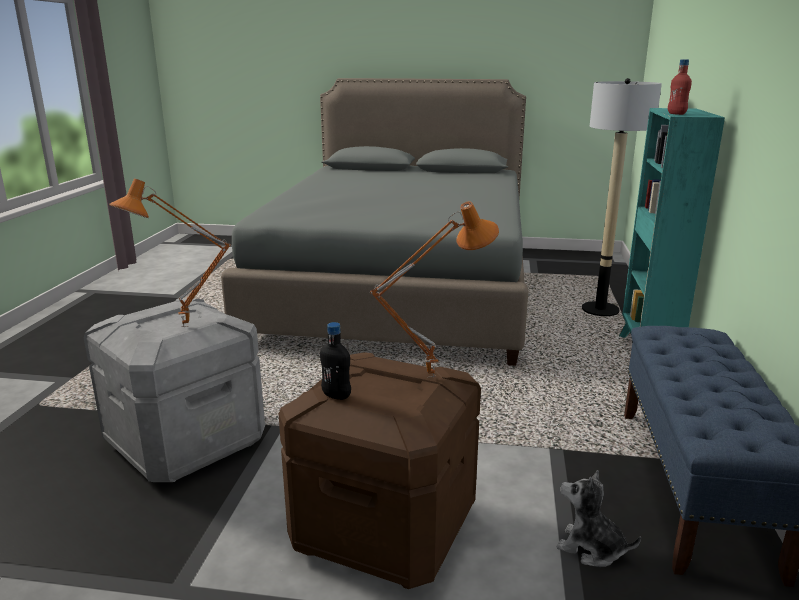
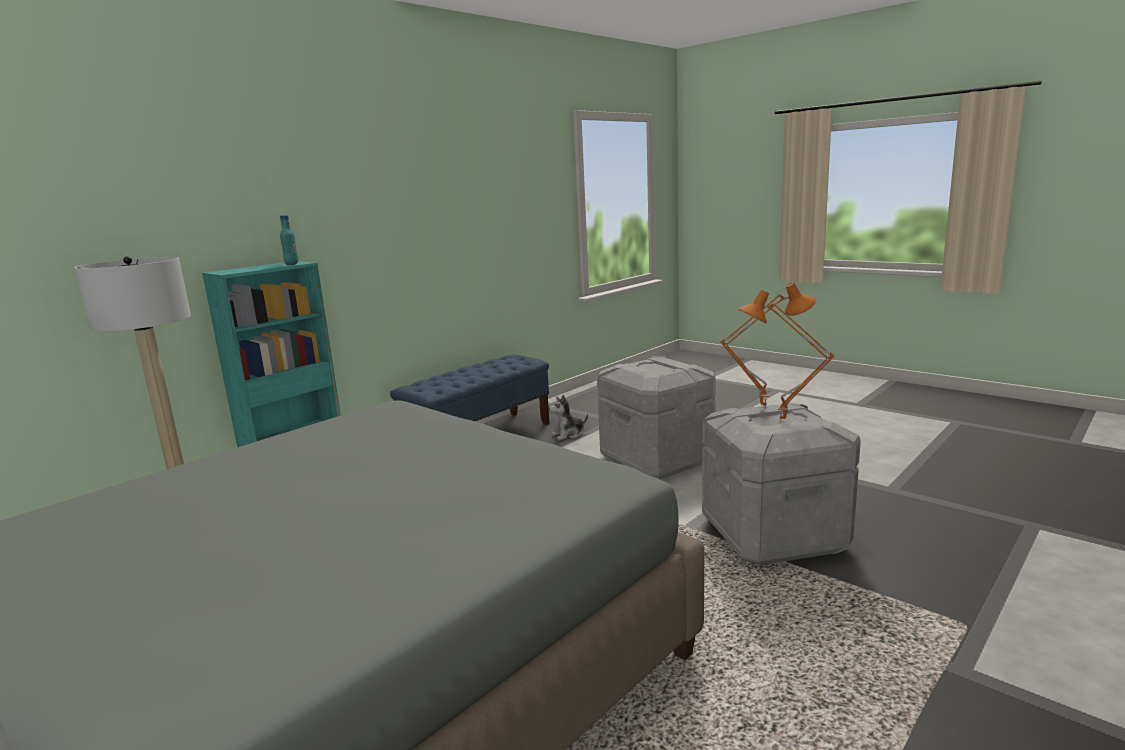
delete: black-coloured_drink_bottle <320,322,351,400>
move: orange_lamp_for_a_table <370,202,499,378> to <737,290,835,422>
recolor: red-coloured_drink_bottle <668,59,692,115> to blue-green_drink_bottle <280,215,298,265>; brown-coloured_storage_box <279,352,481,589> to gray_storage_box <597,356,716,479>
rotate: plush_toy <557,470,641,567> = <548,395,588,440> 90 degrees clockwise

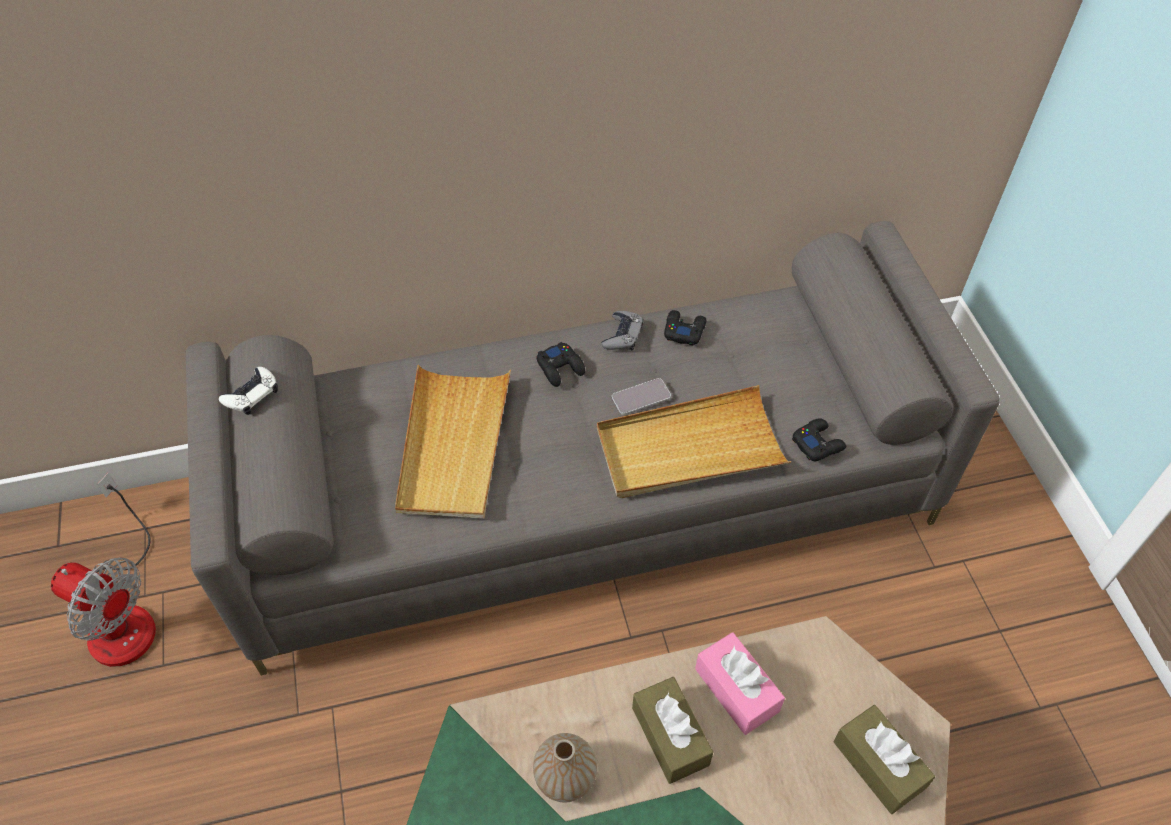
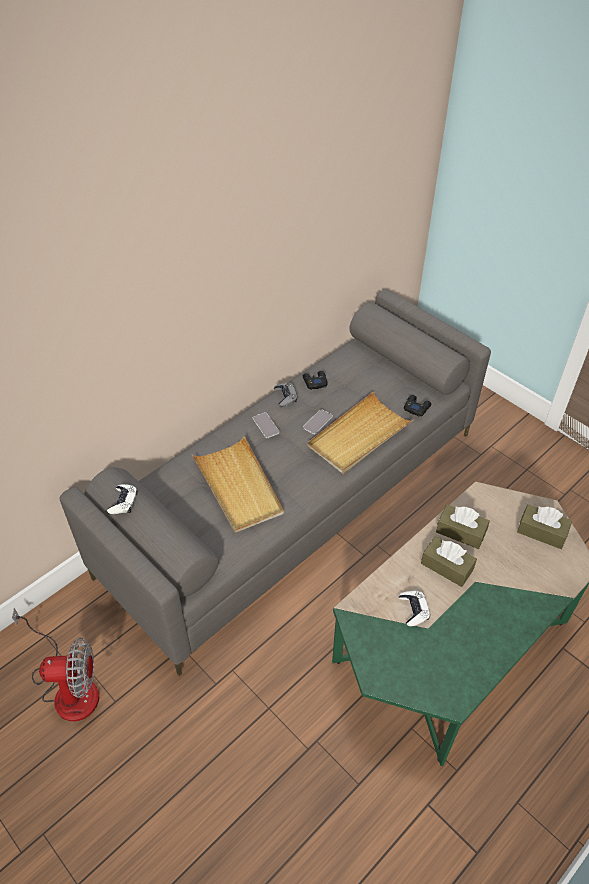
replace: black-coloured_joypad <536,342,585,387> to phone <253,412,280,438>; vase <533,733,597,802> to white_joypad <399,591,430,626>
recolor: pink-coloured_box_of_tissues <695,632,785,735> to brown-coloured_box_of_tissues <436,504,490,549>

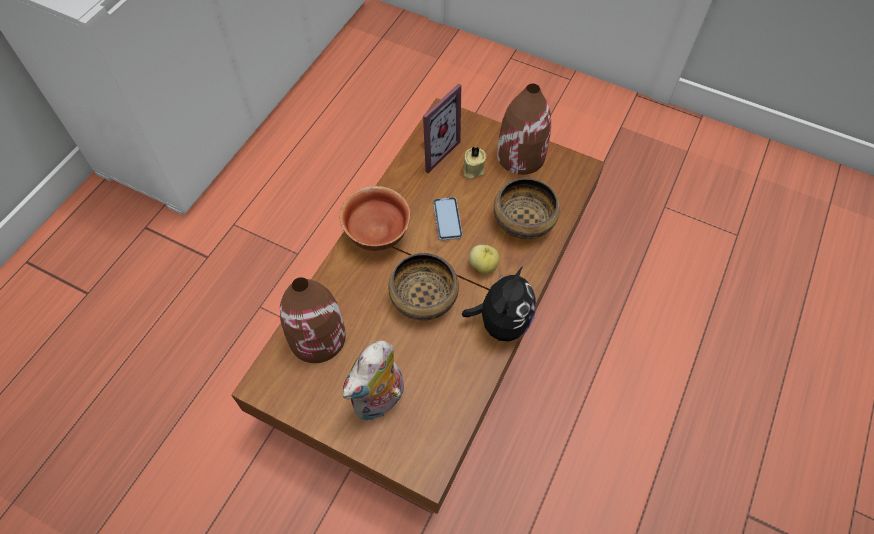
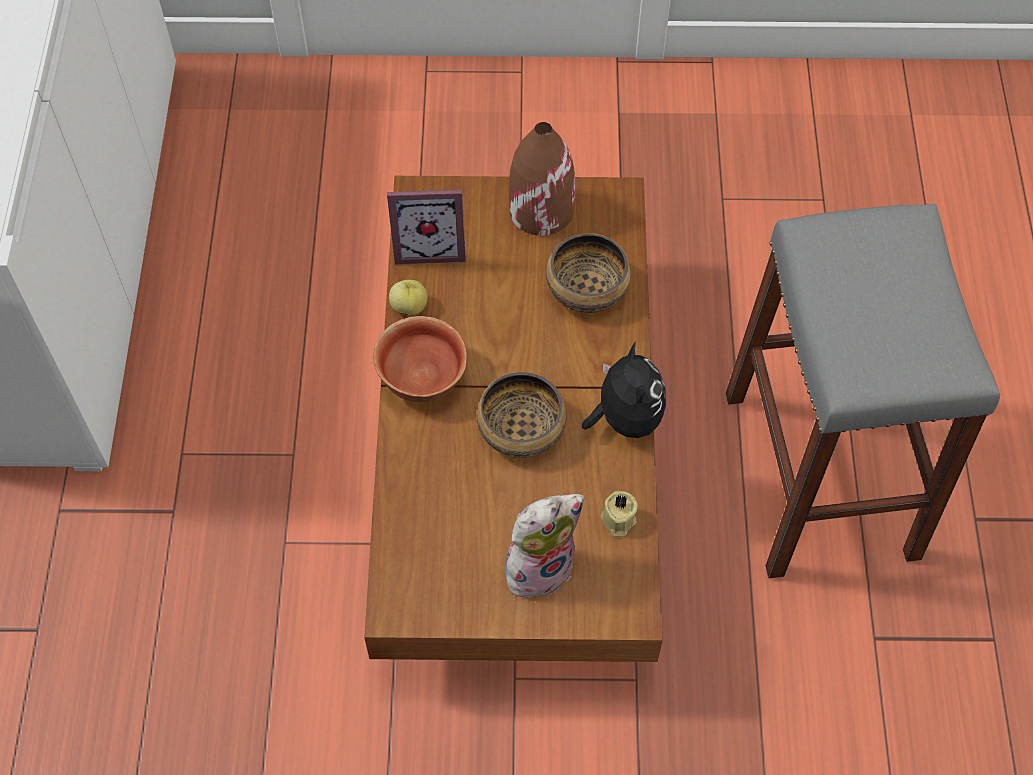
delete: brown-coloured_vase <280,277,346,363>; phone <433,197,463,240>
insert: gray_stool <726,204,1000,578>
move: whole_apple <469,245,499,274> to <389,280,428,316>; sand-coloured_candle <463,146,486,179> to <601,491,638,538>
rotate: picture_frame <423,84,461,173> = <387,190,466,264> 75 degrees clockwise; plush_toy <343,341,404,421> = <506,494,585,598> 135 degrees counterclockwise

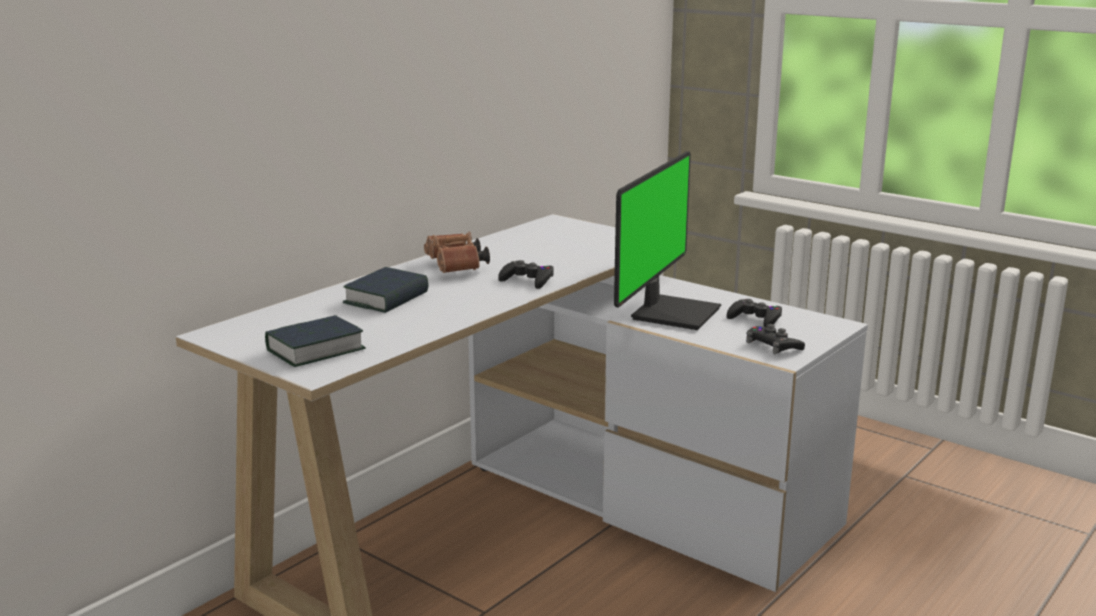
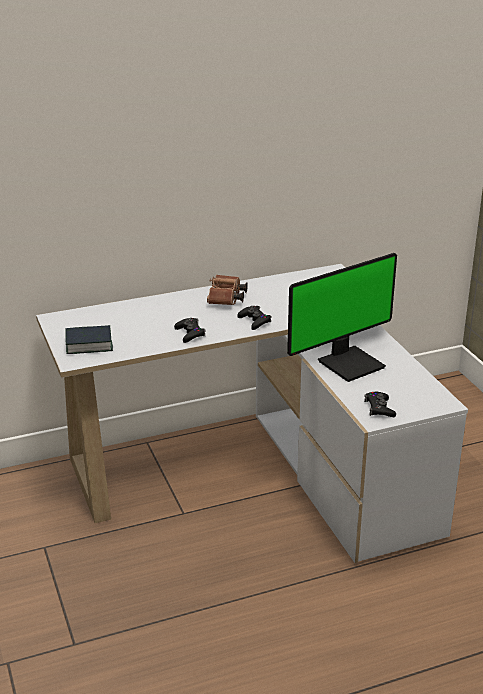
delete: bound_book <343,267,429,313>
move: black-coloured_joypad <727,299,782,327> to <174,318,206,343>

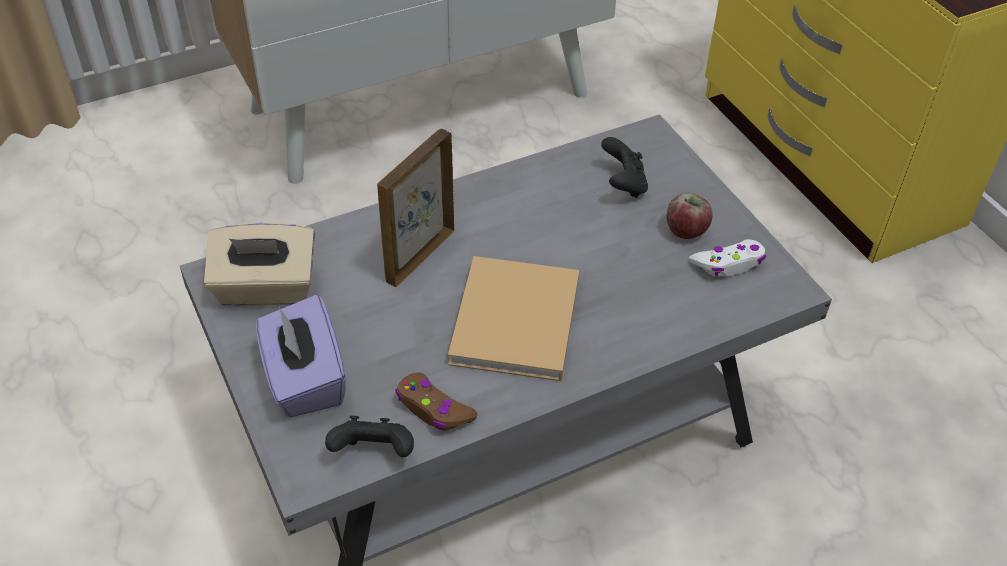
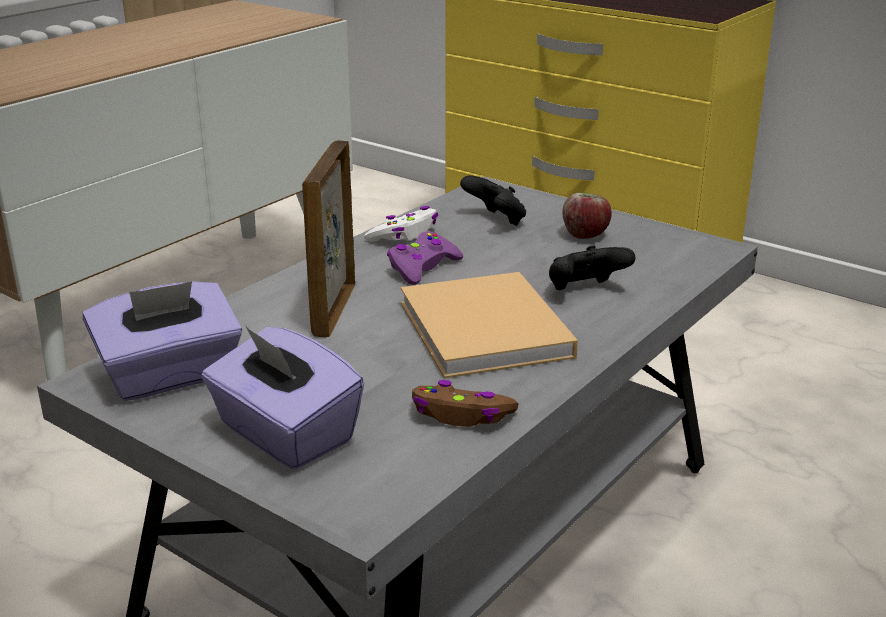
insert: purple-coloured_joypad <387,231,463,285>
move: white_joypad <689,239,766,276> to <364,206,438,242>; black-coloured_joypad <325,416,414,457> to <549,245,636,290>
recolor: sand-coloured_box_of_tissues <204,222,315,306> to purple-coloured_box_of_tissues <83,281,242,401>

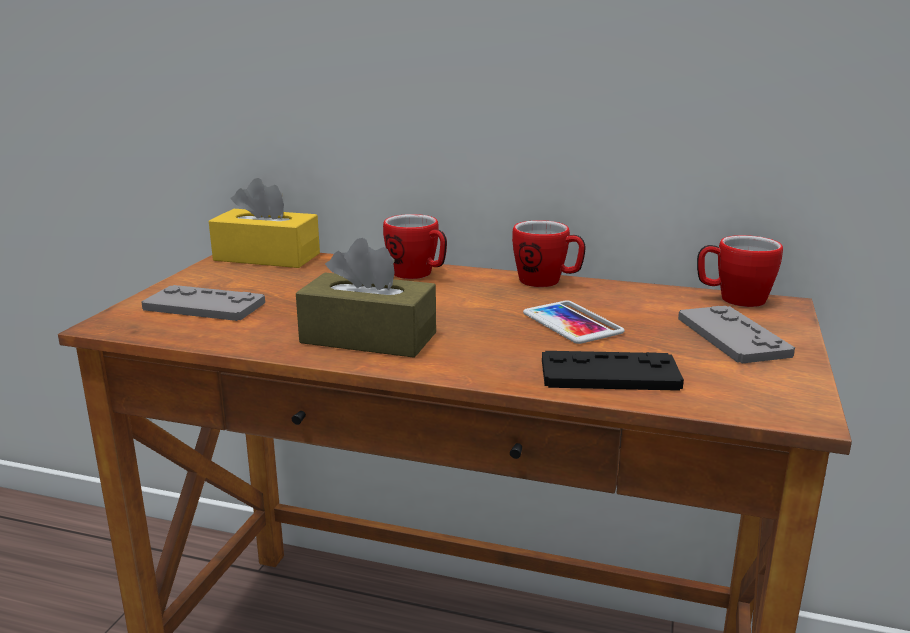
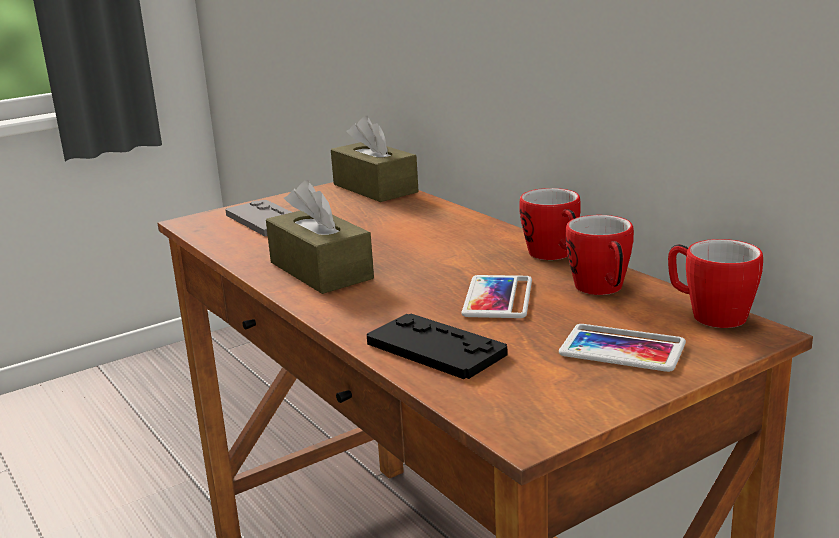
move: mug <383,214,447,279> to <566,215,634,295>
replace: gray_joypad <678,306,795,364> to phone <559,324,686,372>
recolor: yellow_box_of_tissues <209,178,320,268> to brown-coloured_box_of_tissues <331,116,418,202>

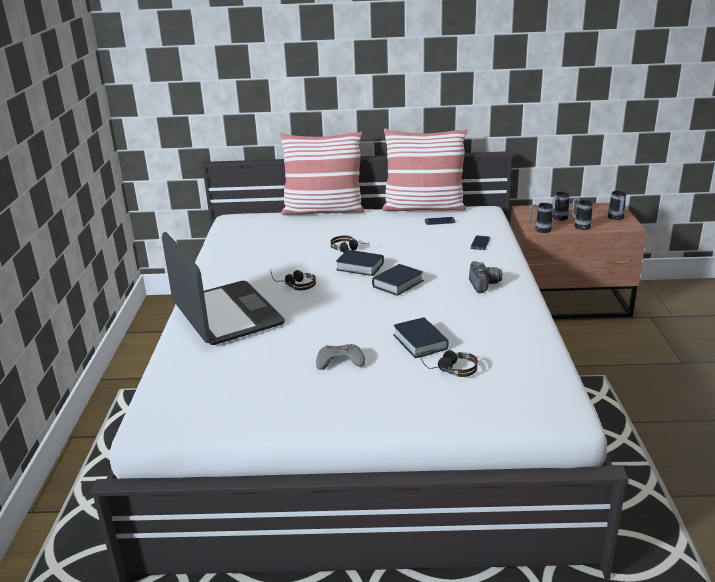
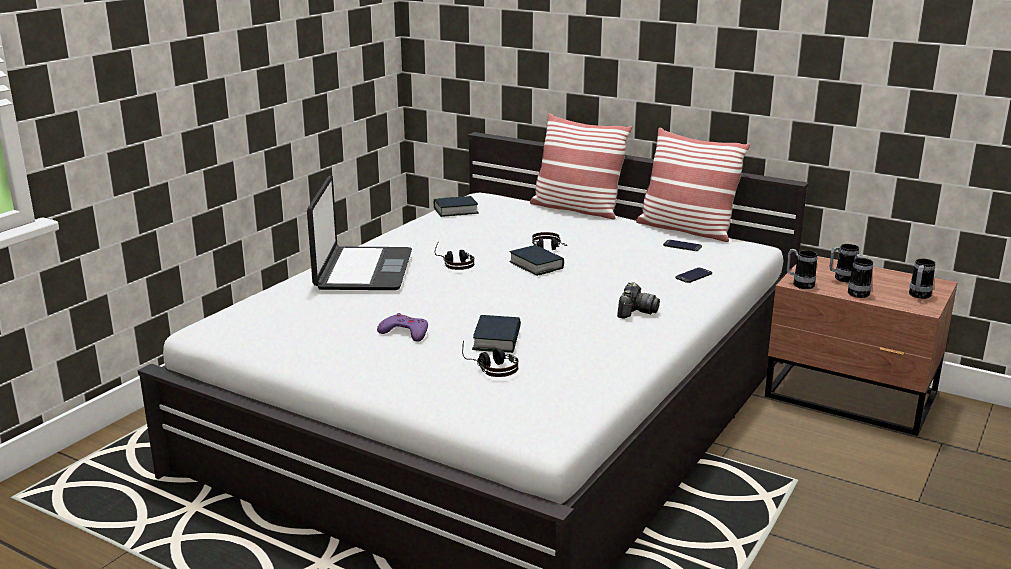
move: bound_book <372,264,424,296> to <434,196,479,217>
recolor: gray_joypad <316,344,365,370> to purple-coloured_joypad <377,313,428,342>

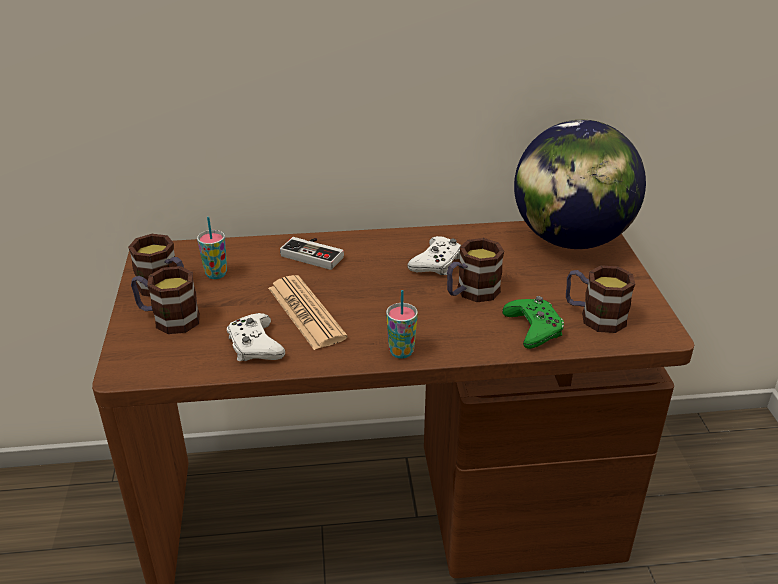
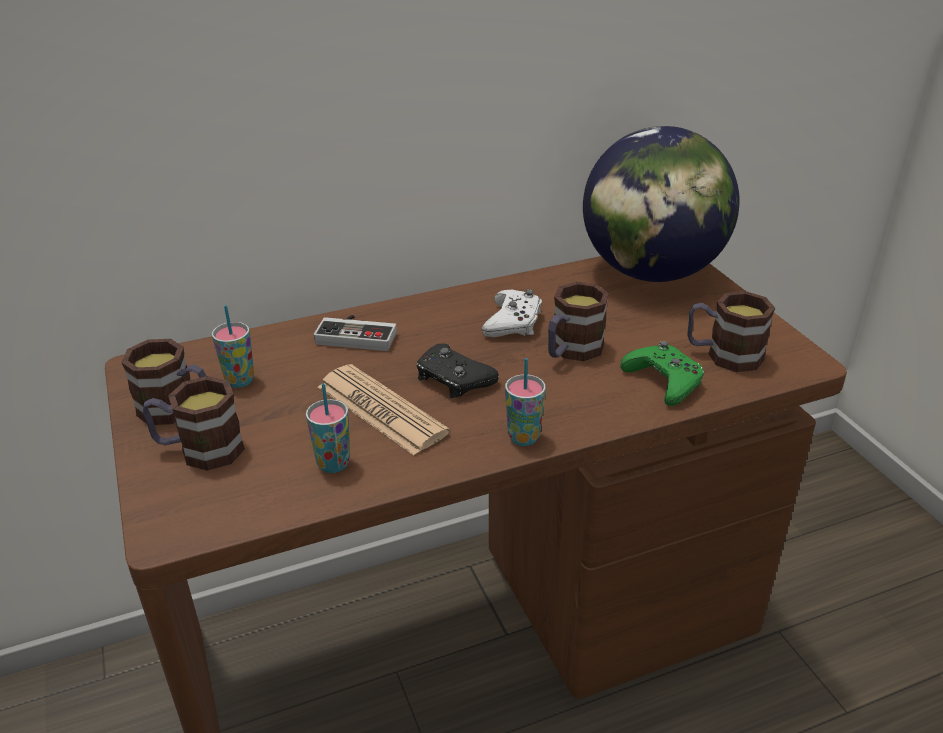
insert: black-coloured_joypad <417,343,499,398>
replace: white_joypad <227,313,285,362> to small_cup <306,383,350,473>

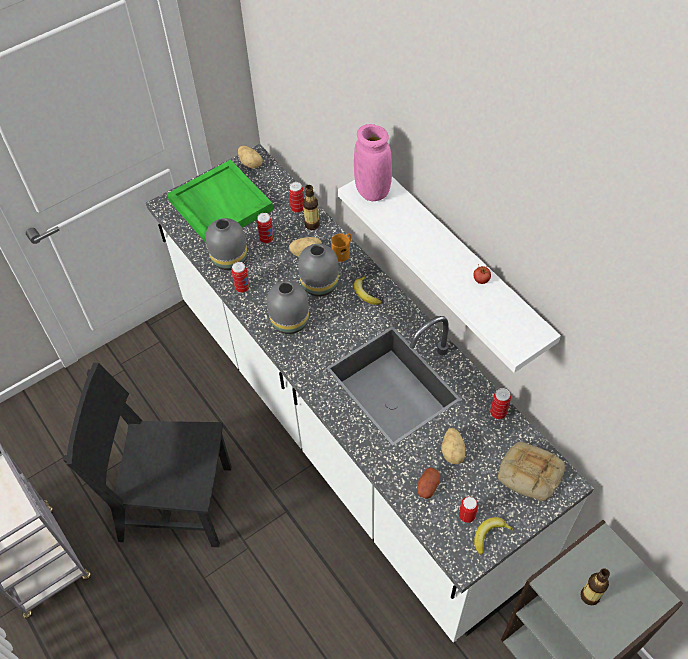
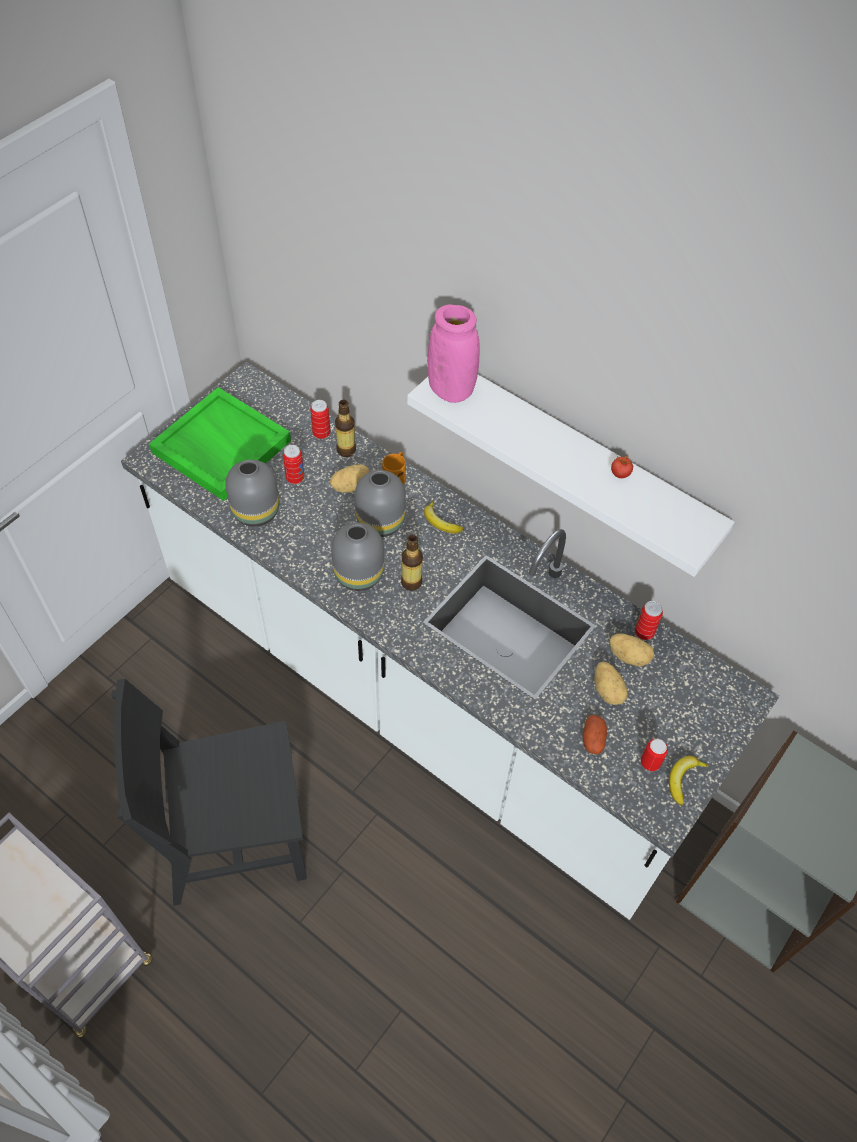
delete: can <231,262,250,293>; baked_bread <498,442,565,501>
move: drink_bottle <581,568,610,605> to <401,535,423,591>; potato <238,146,263,168> to <609,633,654,666>

